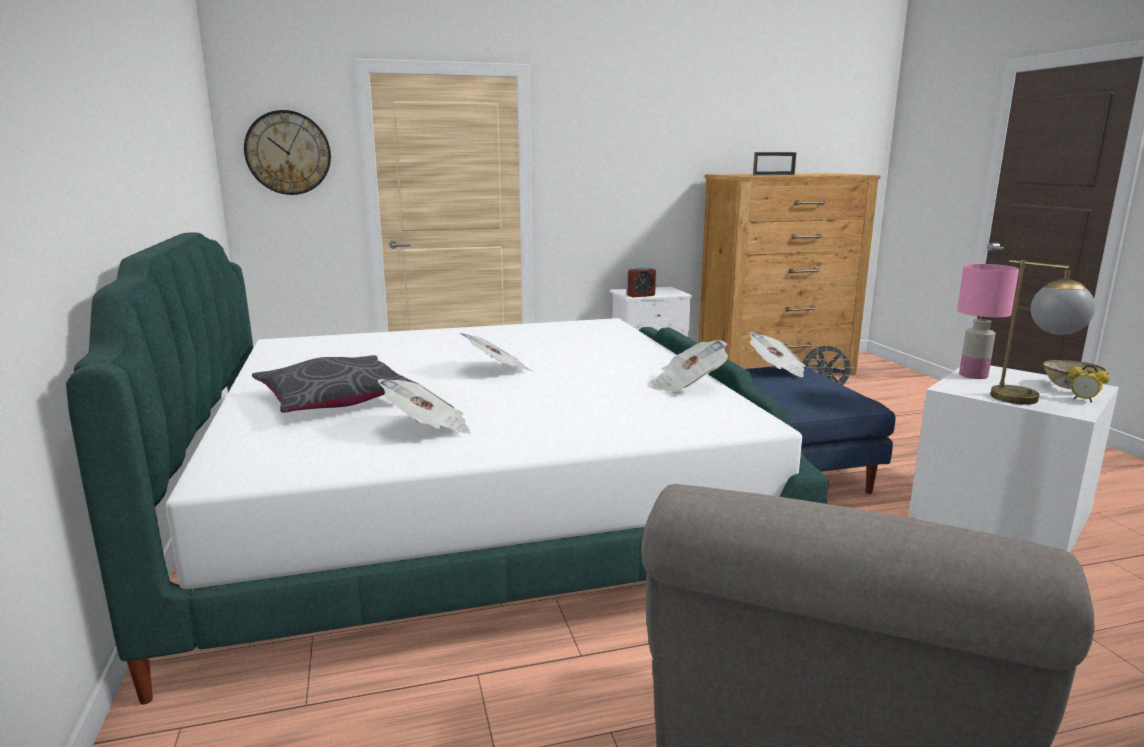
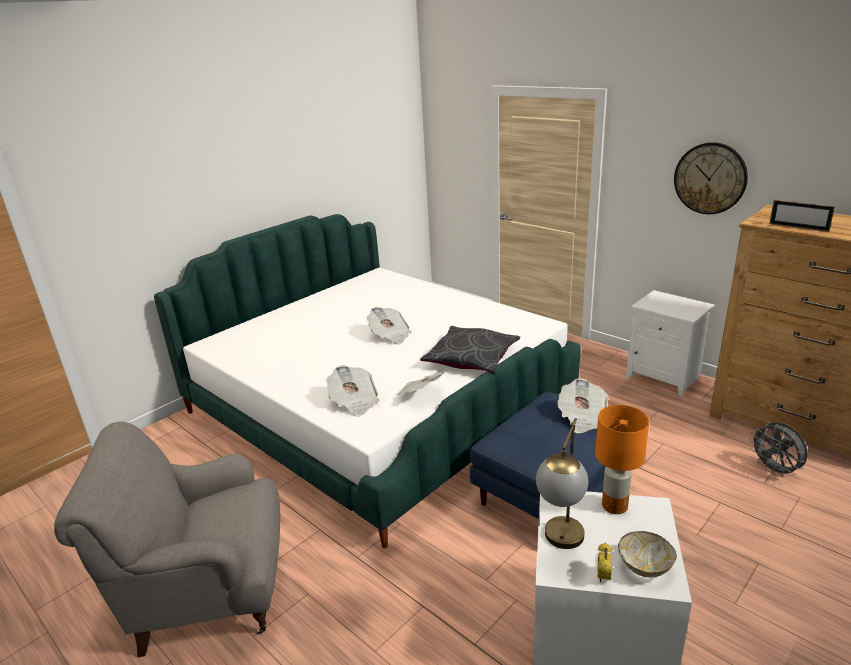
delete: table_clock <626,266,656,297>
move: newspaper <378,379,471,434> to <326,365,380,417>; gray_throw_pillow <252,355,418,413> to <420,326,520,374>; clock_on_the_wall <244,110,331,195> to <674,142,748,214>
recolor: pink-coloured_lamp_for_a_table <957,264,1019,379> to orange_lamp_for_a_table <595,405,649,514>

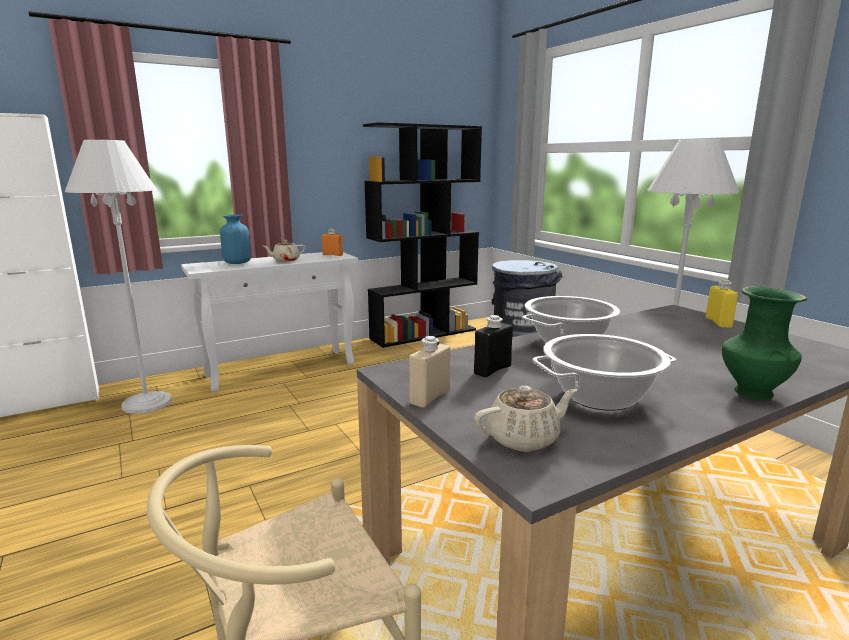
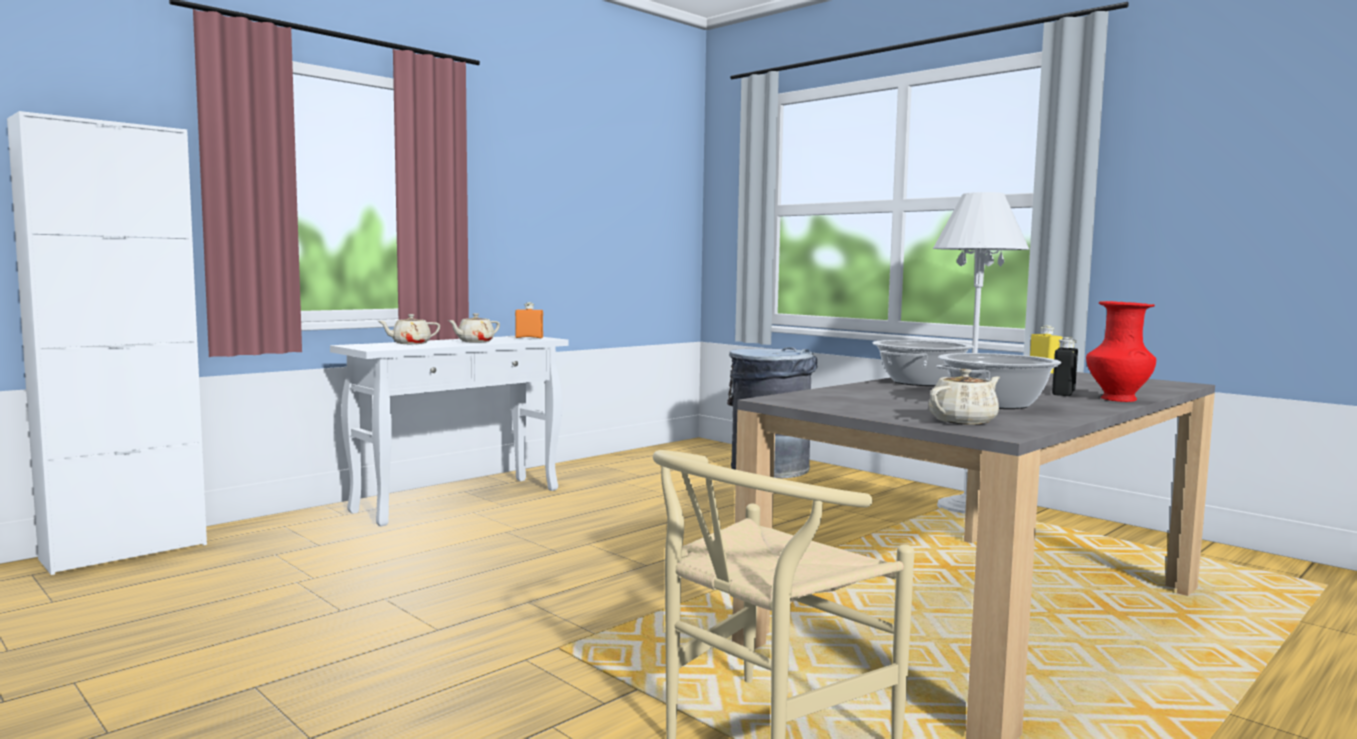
delete: white_floor_lamp <65,140,172,414>; black-coloured_shelving_unit <363,122,482,348>; sand-coloured_drink_bottle <409,336,450,407>
move: black-coloured_drink_bottle <474,315,513,377> to <1052,337,1078,396>
replace: blue-coloured_vase <220,215,251,264> to sand-coloured_pot_for_tea <379,314,440,344>
recolor: green_vase <722,286,807,400> to red-coloured_vase <1086,301,1156,402>

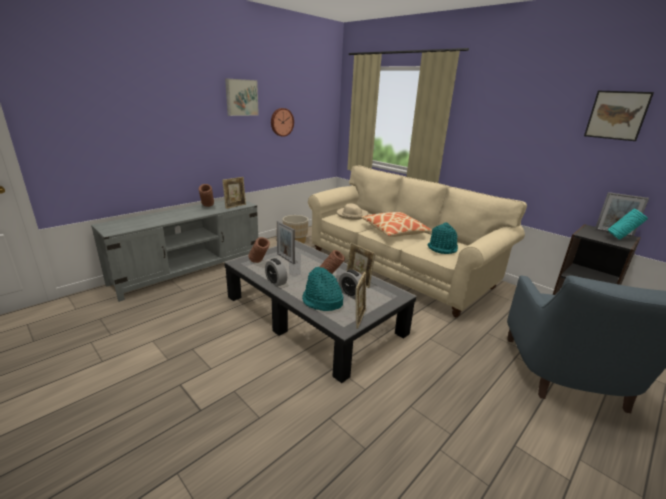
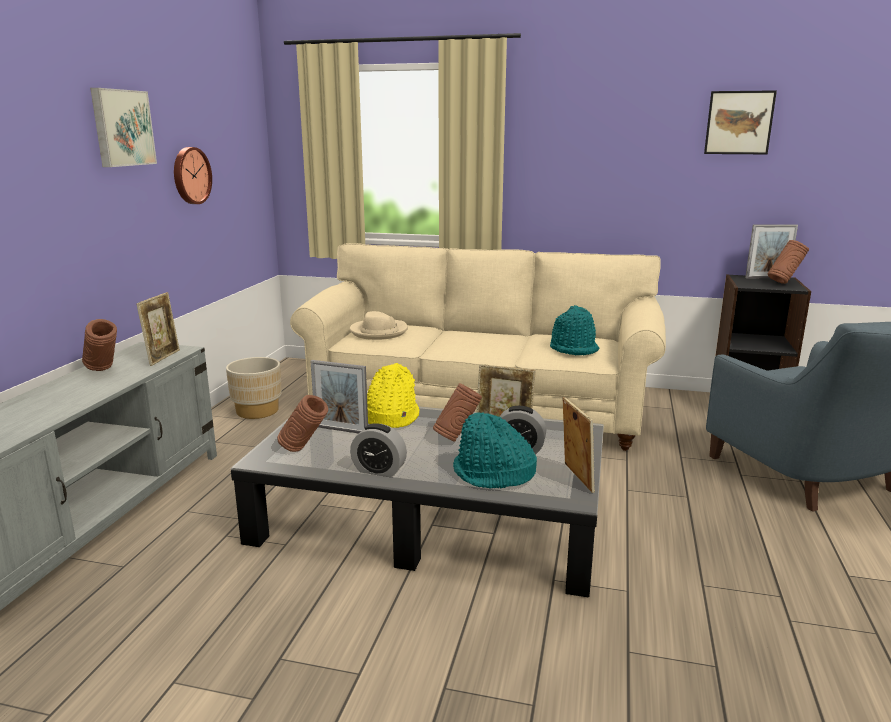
delete: throw_pillow <362,212,432,237>
insert: yellow_wearable_hat <367,363,419,428>
recolor: blue-green_vase <608,208,648,240> to brown-coloured_vase <768,240,809,284>

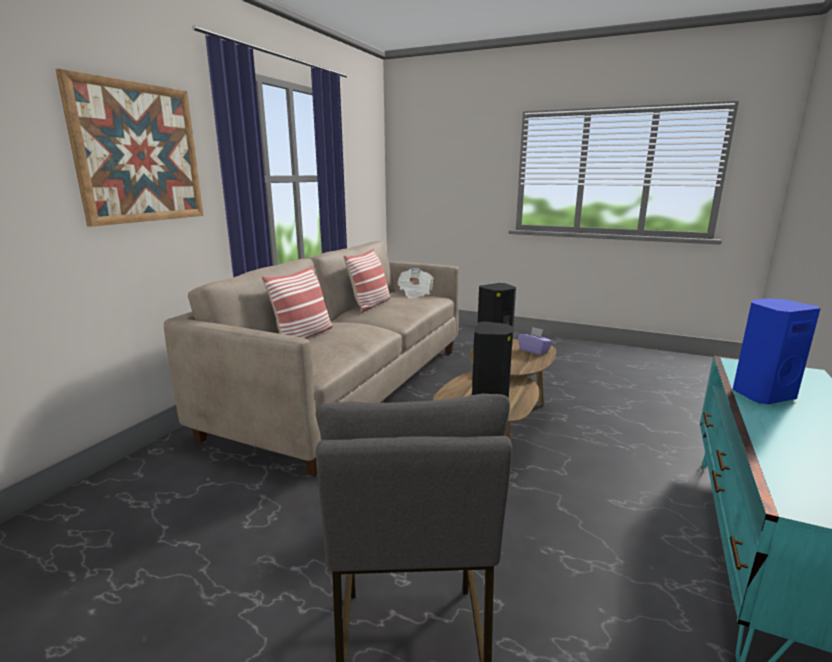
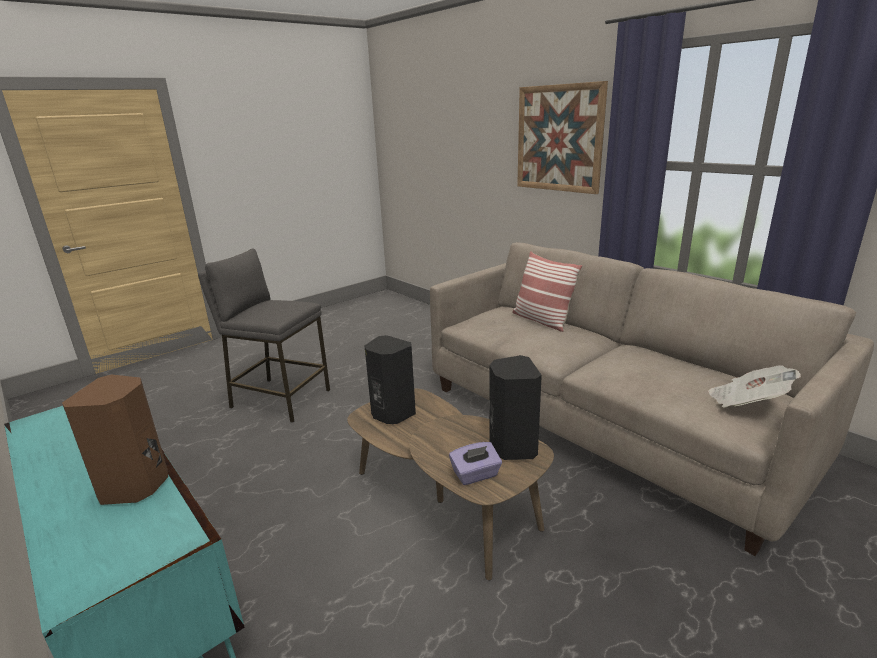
delete: throw_pillow <343,249,390,313>
recolor: blue-coloured_audio_speaker <733,298,821,404> to brown-coloured_audio_speaker <62,374,168,505>

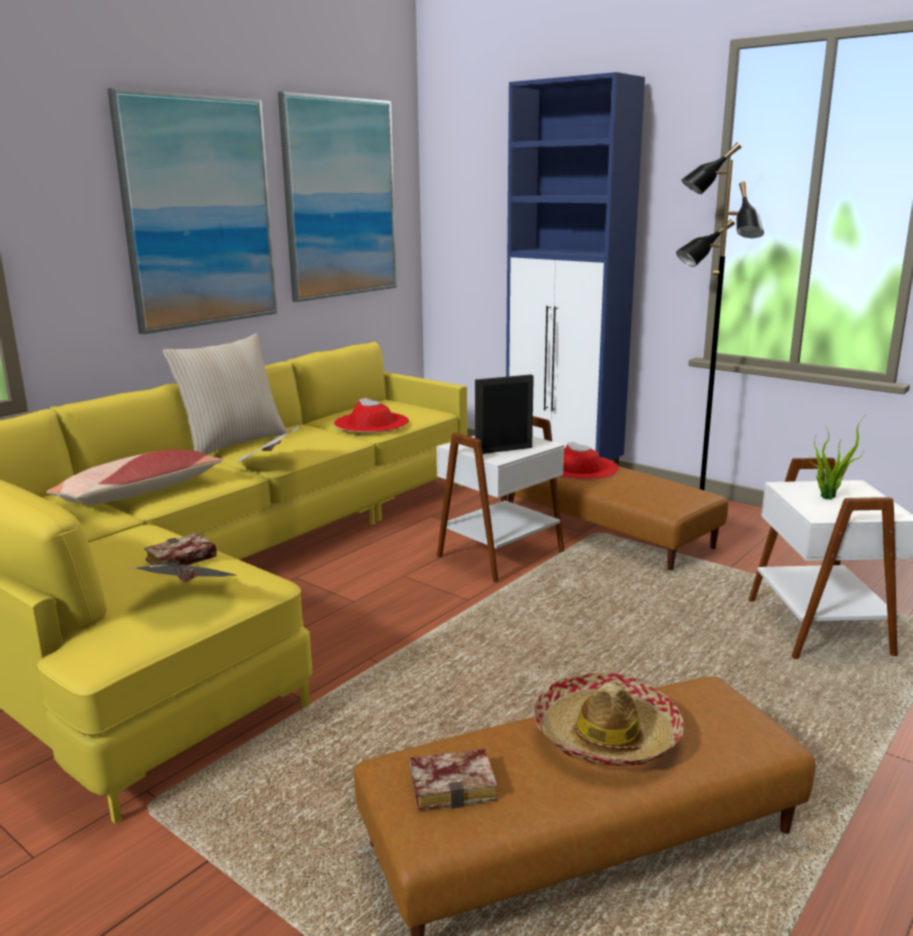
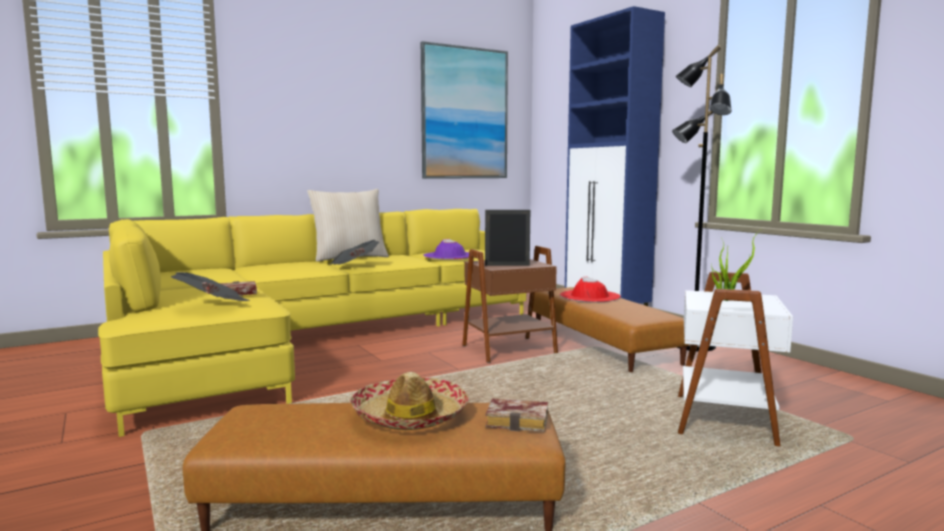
delete: throw_pillow <46,449,223,504>; picture <107,88,277,334>
move: bound_book <410,749,497,811> to <486,399,548,432>
recolor: red-coloured_wearable_hat <334,398,409,433> to purple-coloured_wearable_hat <423,239,469,260>; white_side_table <437,416,564,583> to brown-coloured_side_table <462,246,558,363>

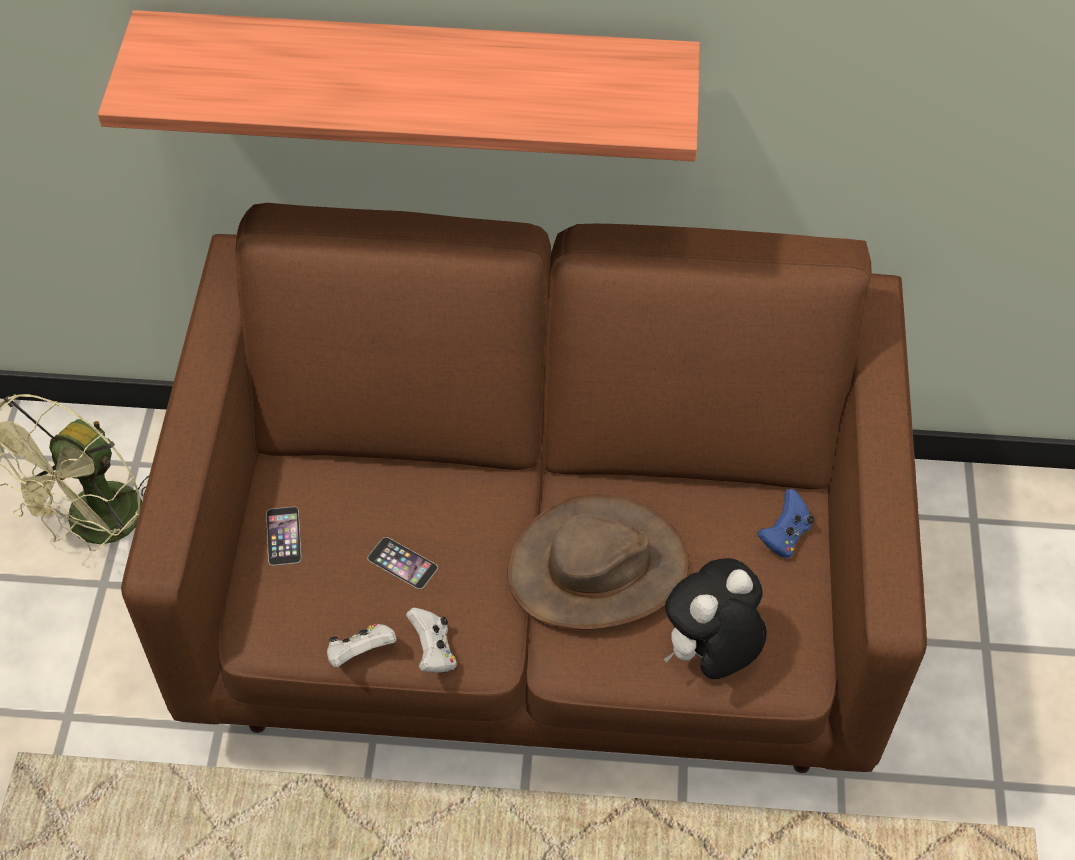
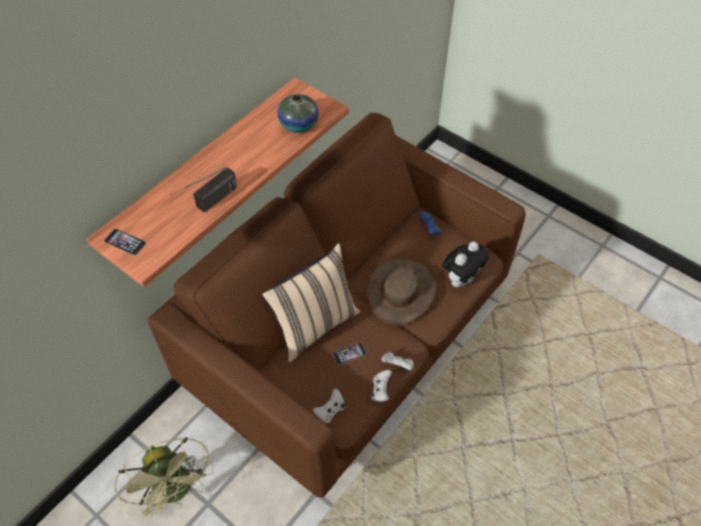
insert: radio <170,167,237,213>; sand-coloured_throw_pillow <262,243,360,363>; vase <277,94,319,133>; white_joypad <312,389,345,424>
move: phone <266,507,301,566> to <104,229,146,255>
rotate: plush_toy <664,558,767,679> = <442,241,489,288> 135 degrees counterclockwise

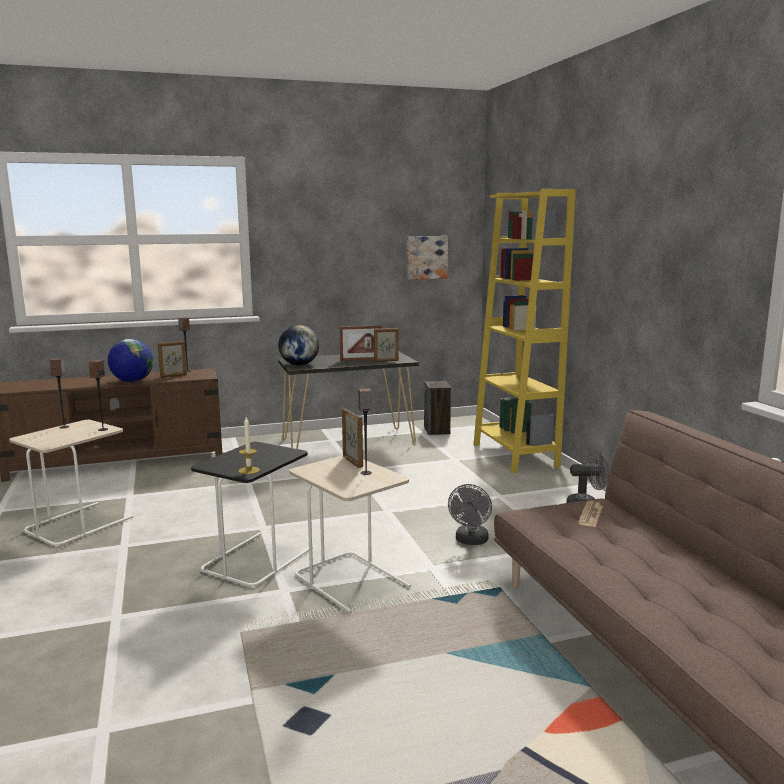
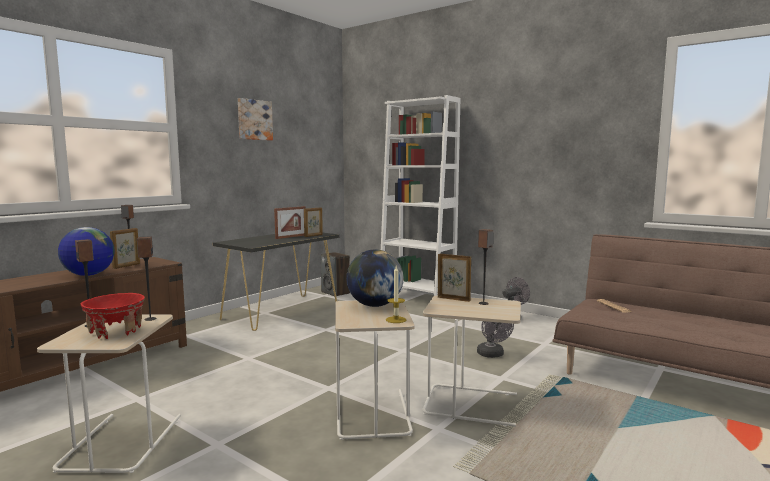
insert: red-coloured_serving_bowl <81,293,145,339>
move: picture <407,236,448,280> to <238,98,273,141>; desk_globe <278,325,319,365> to <346,250,404,307>
recolor: black-coloured_side_table <191,442,313,588> to sand-coloured_side_table <335,300,414,440>; yellow_shelving_unit <473,189,576,473> to white_shelving_unit <381,95,460,296>

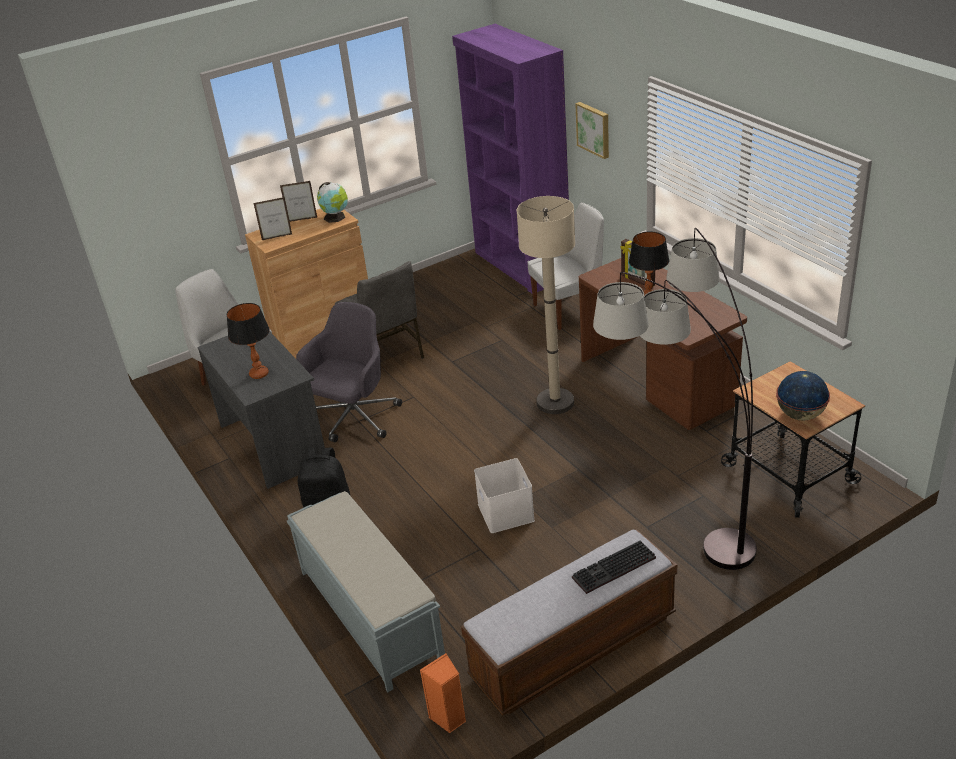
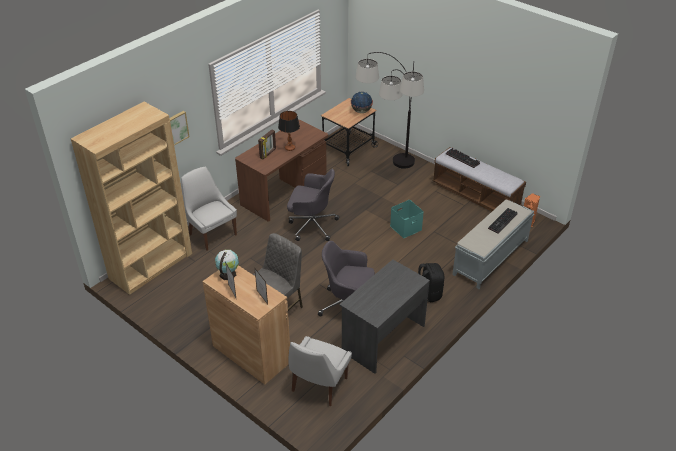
delete: lamp_for_a_table <227,303,270,379>
insert: keyboard <488,208,518,233>
replace: sand-coloured_floor_lamp <517,196,575,414> to gray_desk_chair <287,169,339,241>
recolor: purple-coloured_shelving_unit <452,24,569,293> to brown-coloured_shelving_unit <71,102,192,295>; white_storage_box <474,458,535,533> to blue-green_storage_box <390,200,424,238>

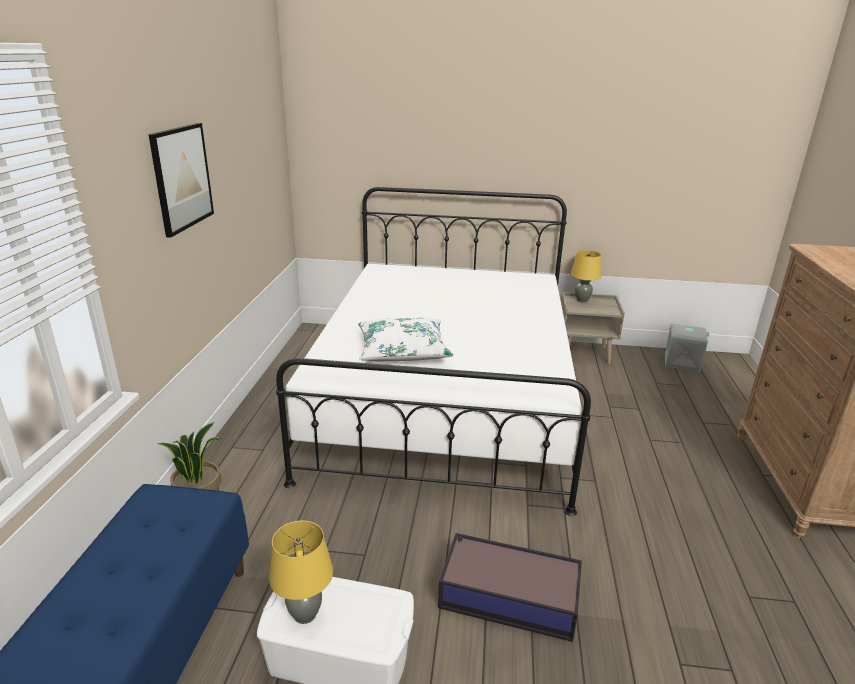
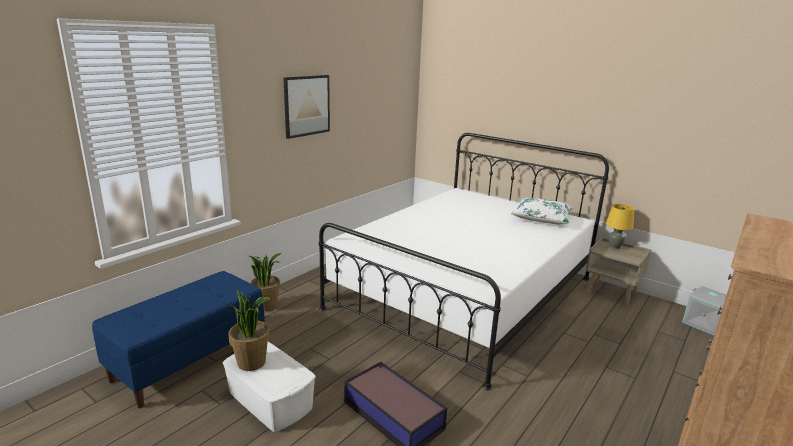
move: white_throw_pillow <358,318,453,361> to <511,198,574,224>
replace: yellow_lamp_for_a_table <269,520,333,624> to potted_plant <228,290,270,371>

